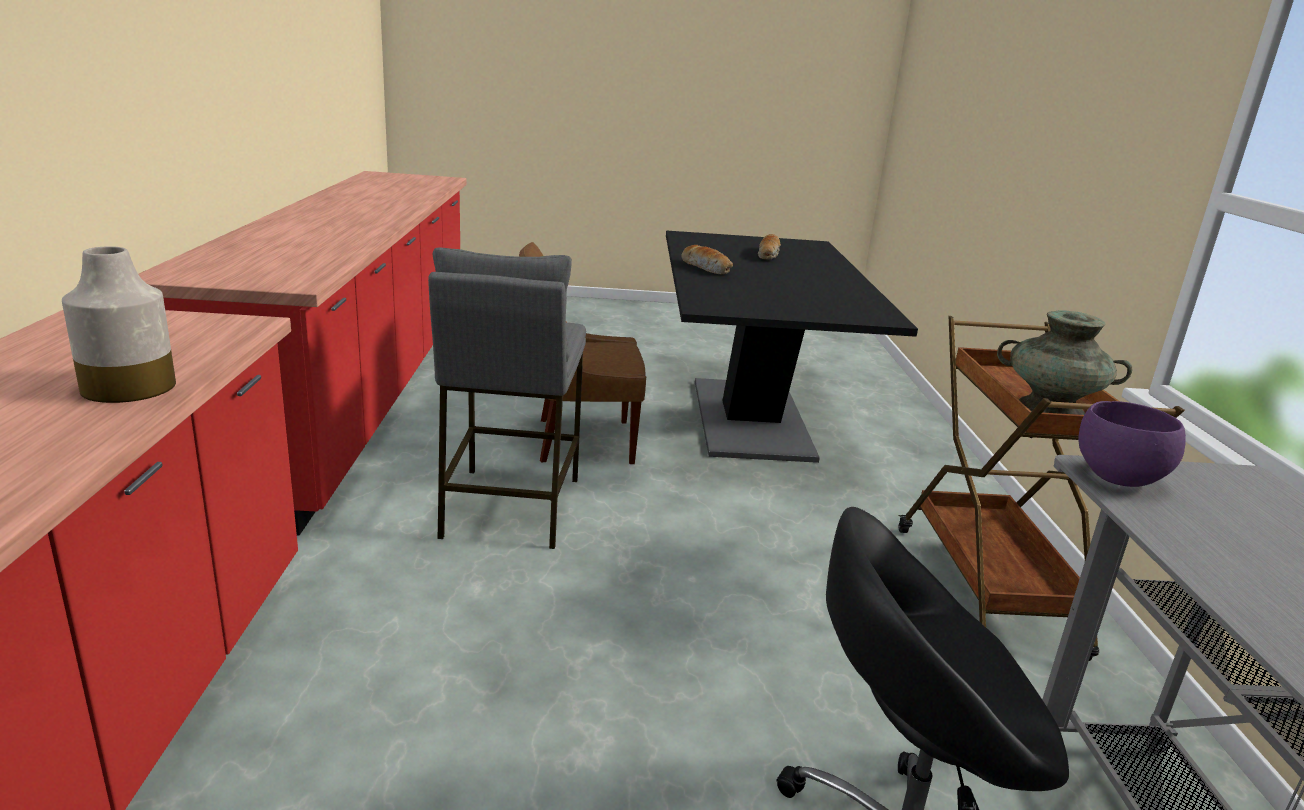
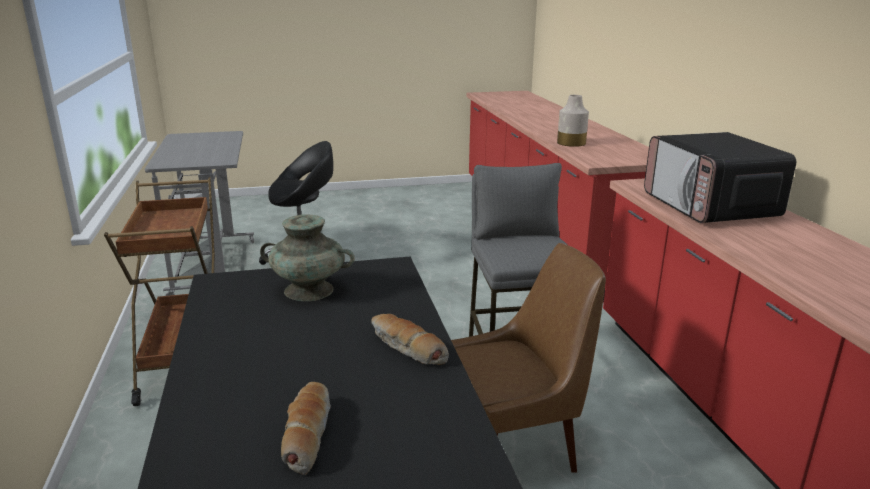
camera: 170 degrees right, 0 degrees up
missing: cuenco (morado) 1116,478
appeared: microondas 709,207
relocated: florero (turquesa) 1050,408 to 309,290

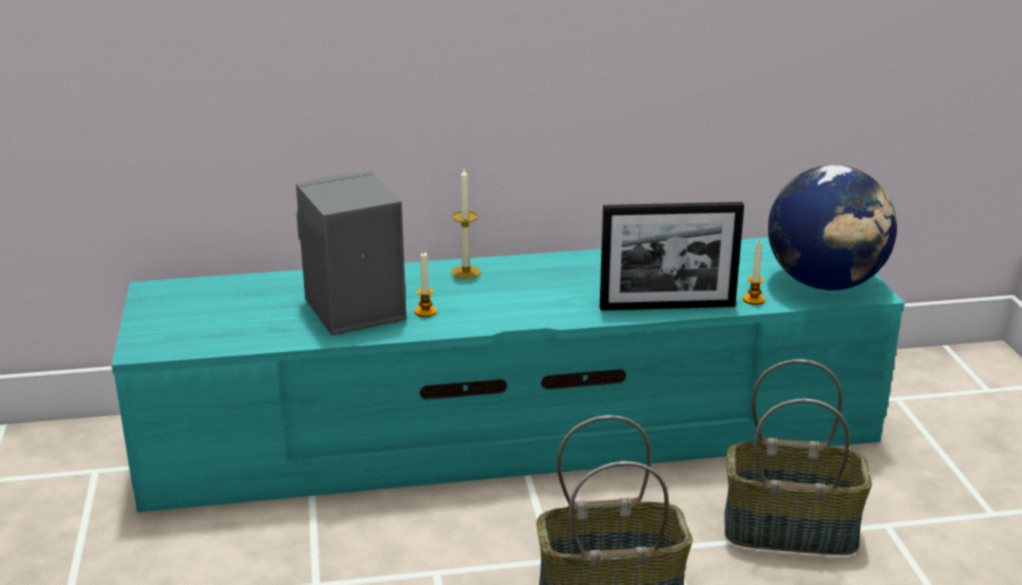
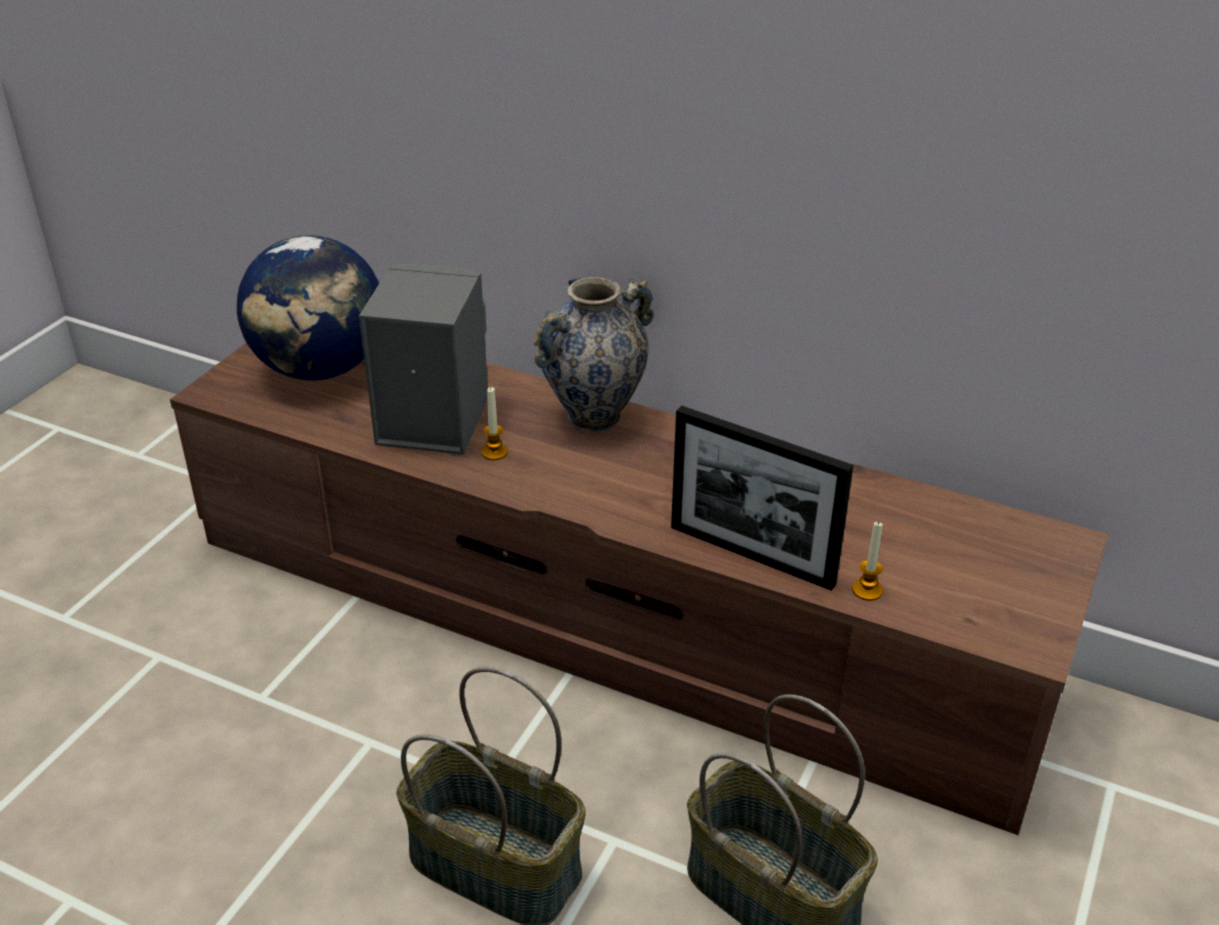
camera: 35 degrees right, 10 degrees up
relocated: globo terráqueo 825,284 to 320,369
exchanged: vela 465,272 to florero 593,417
colour: mueble de televisión (turquesa) 512,429 to mueble de televisión (marrón) 612,609

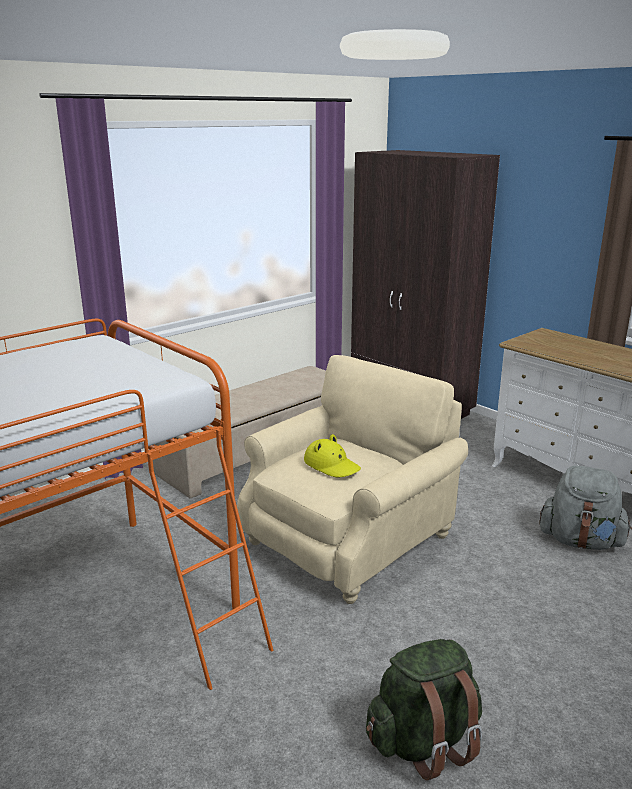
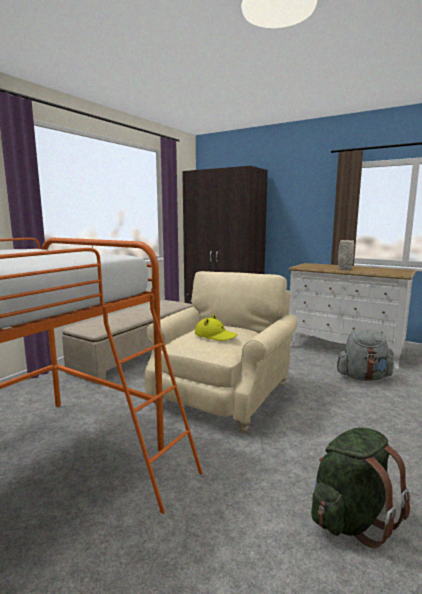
camera: 15 degrees left, 10 degrees down
appeared: florero (gris) 344,269

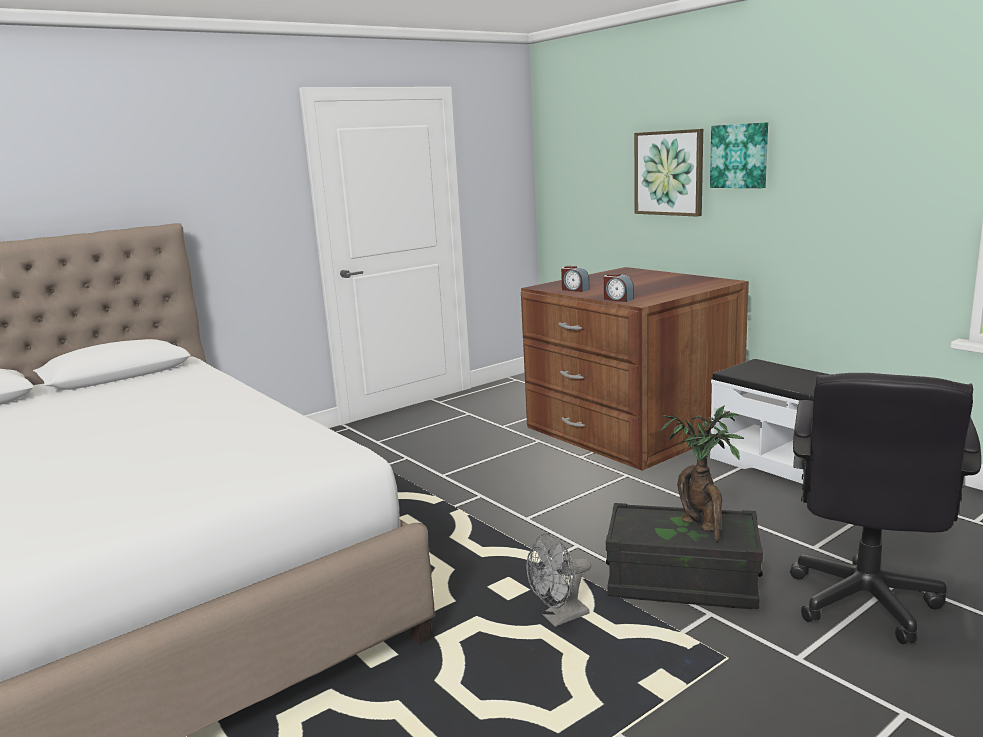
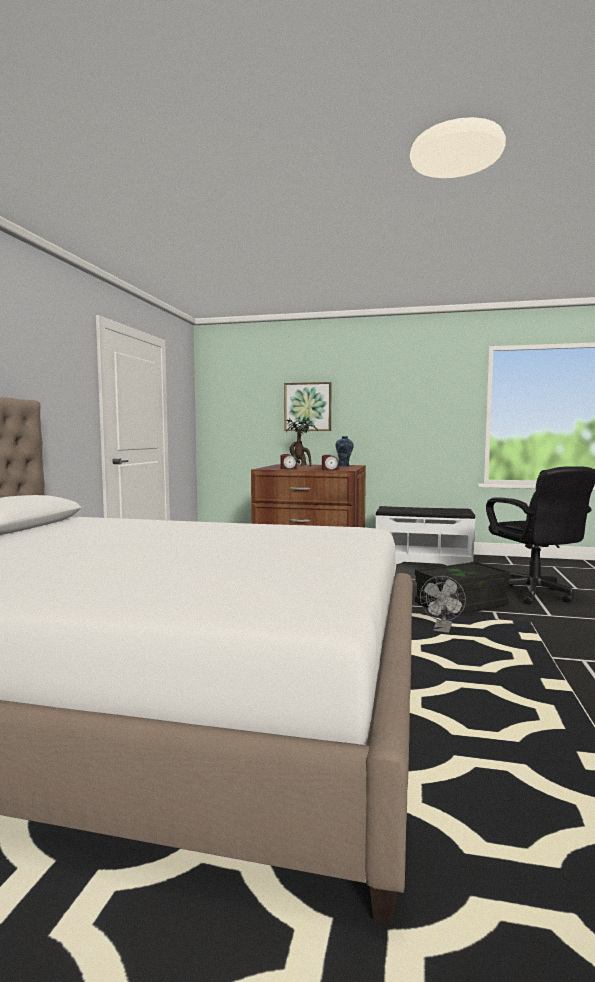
camera: 40 degrees left, 10 degrees down
missing: cuadro 740,156
appeared: florero 344,466
relocated: planta en maceta 702,527 to 300,465

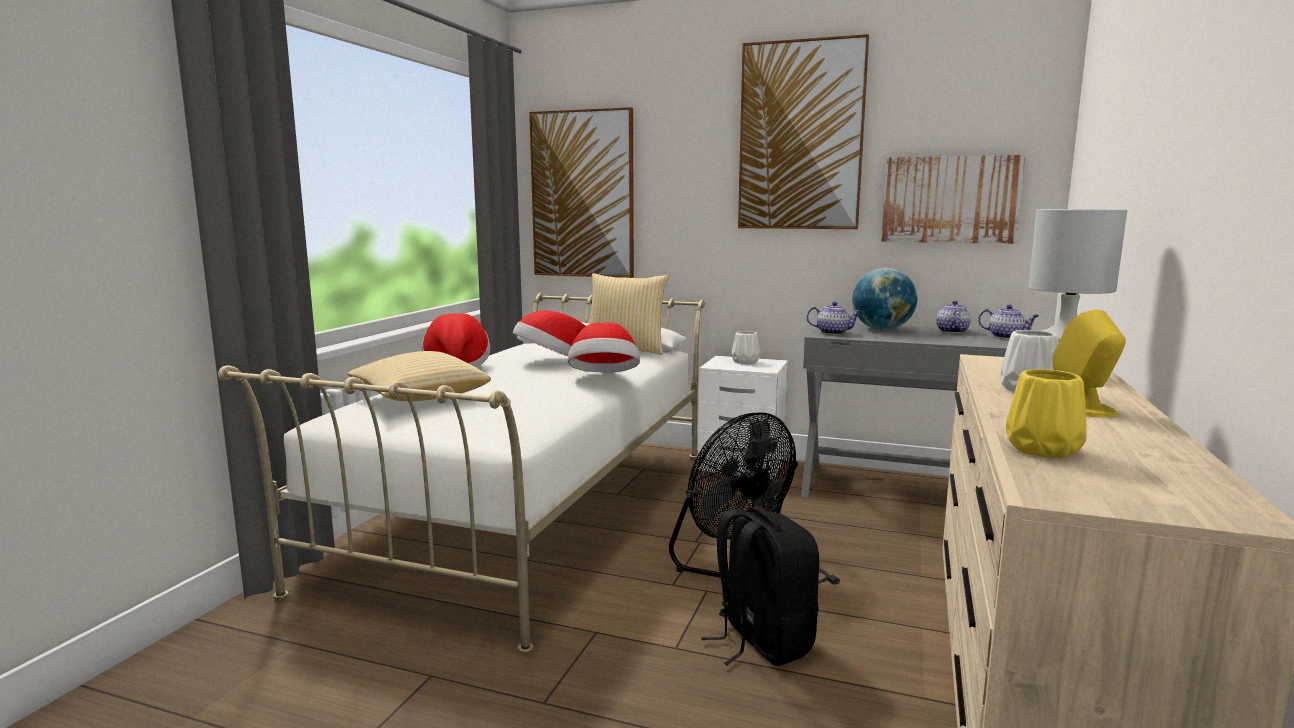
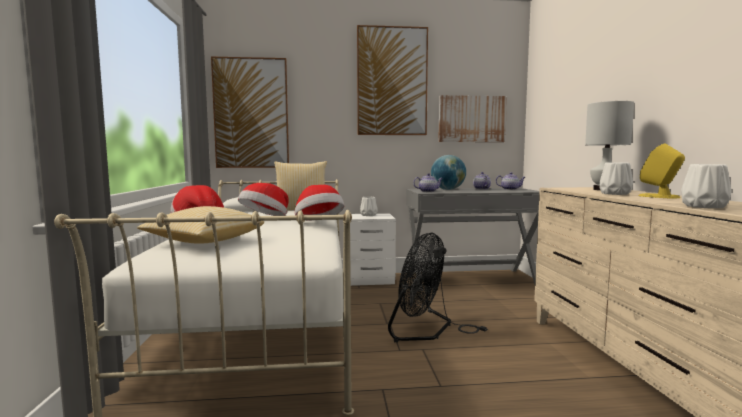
camera: 25 degrees left, 5 degrees down
missing: mochila (negro) 761,641
colour: florero (amarillo) 1043,449 to florero (blanco) 705,206

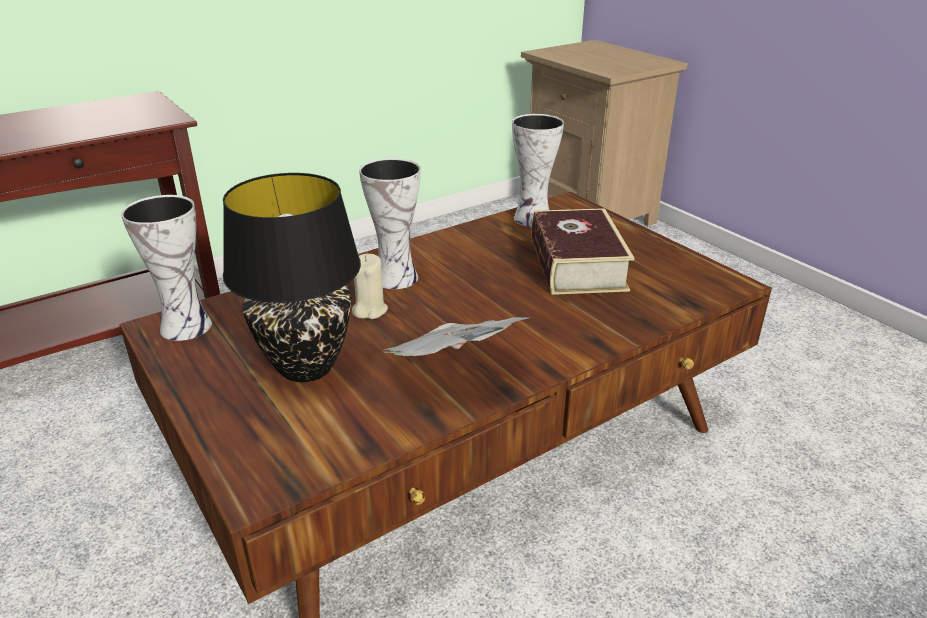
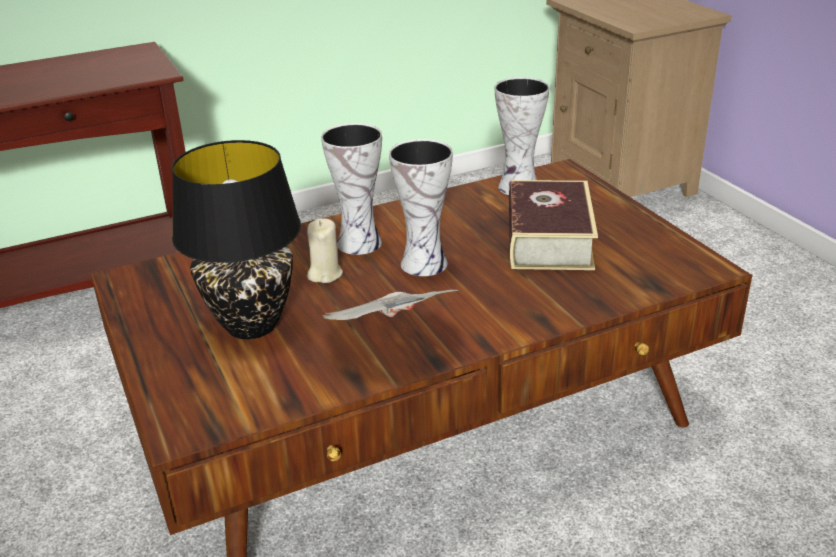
camera: 10 degrees right, 0 degrees up
relocated: florero 186,325 to 424,262

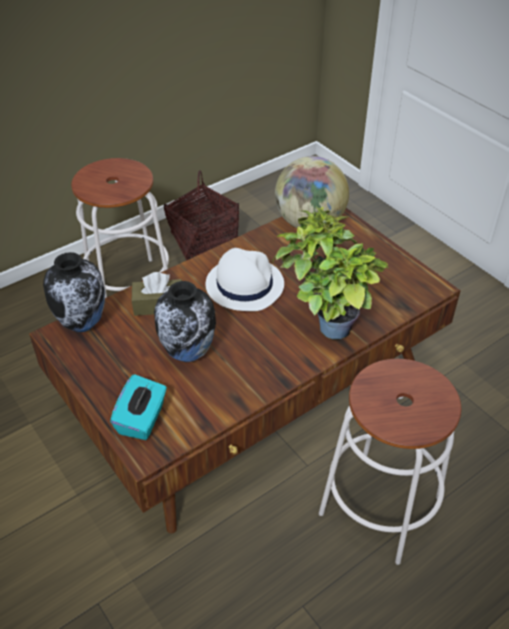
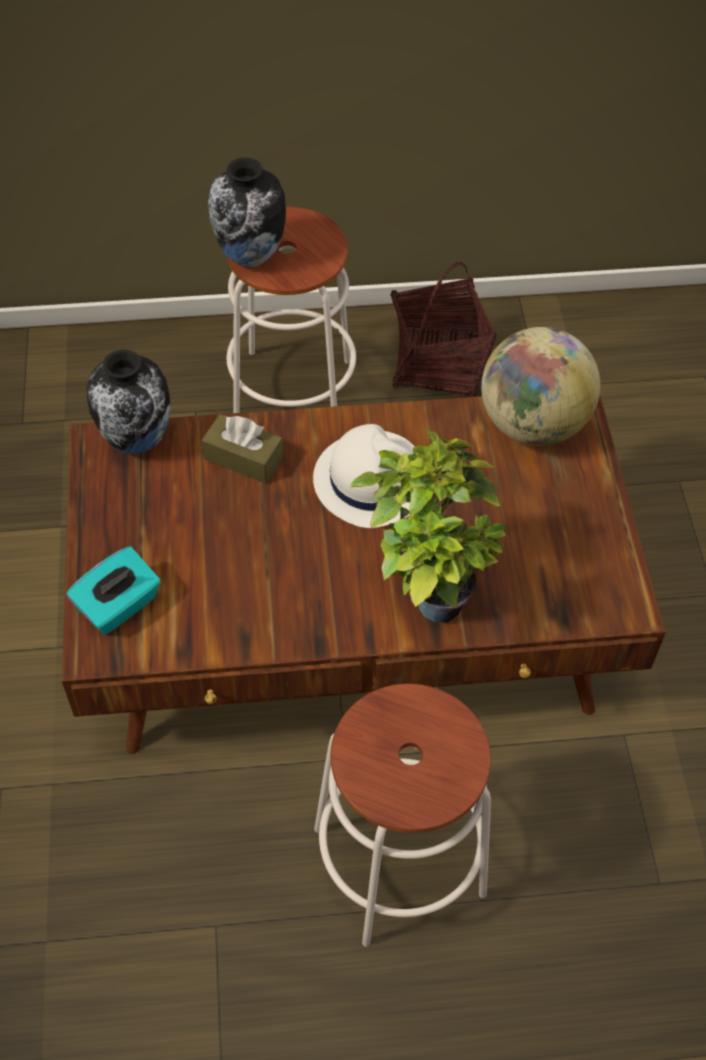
camera: 30 degrees right, 10 degrees up
relocated: florero 189,354 to 251,257

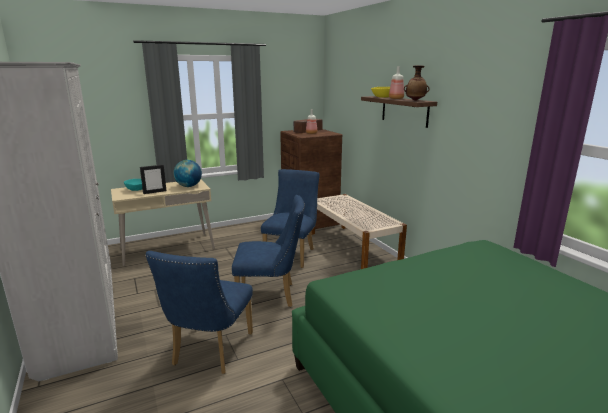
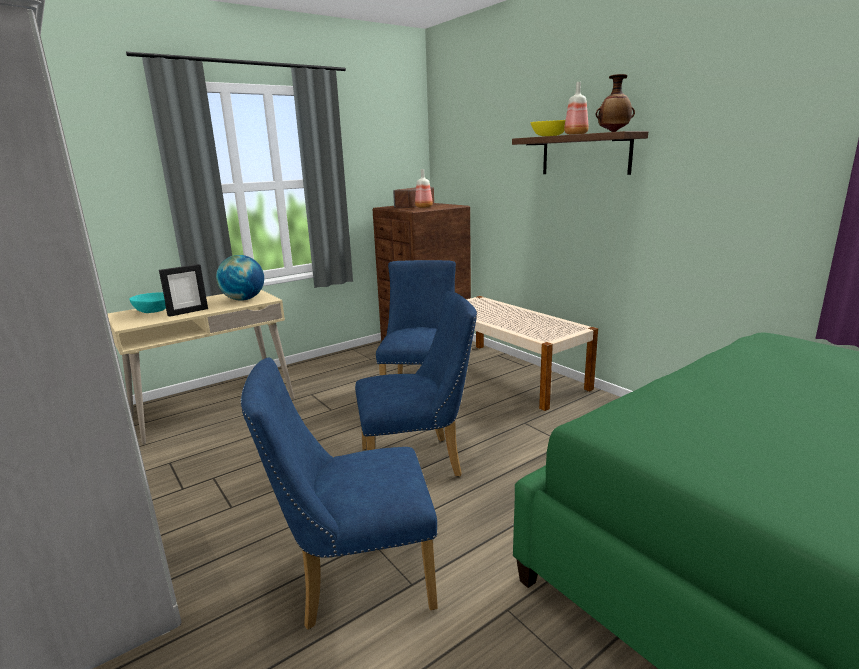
camera: 10 degrees left, 0 degrees up
spun: silla (azul) 209,352 = 354,579 75 degrees clockwise

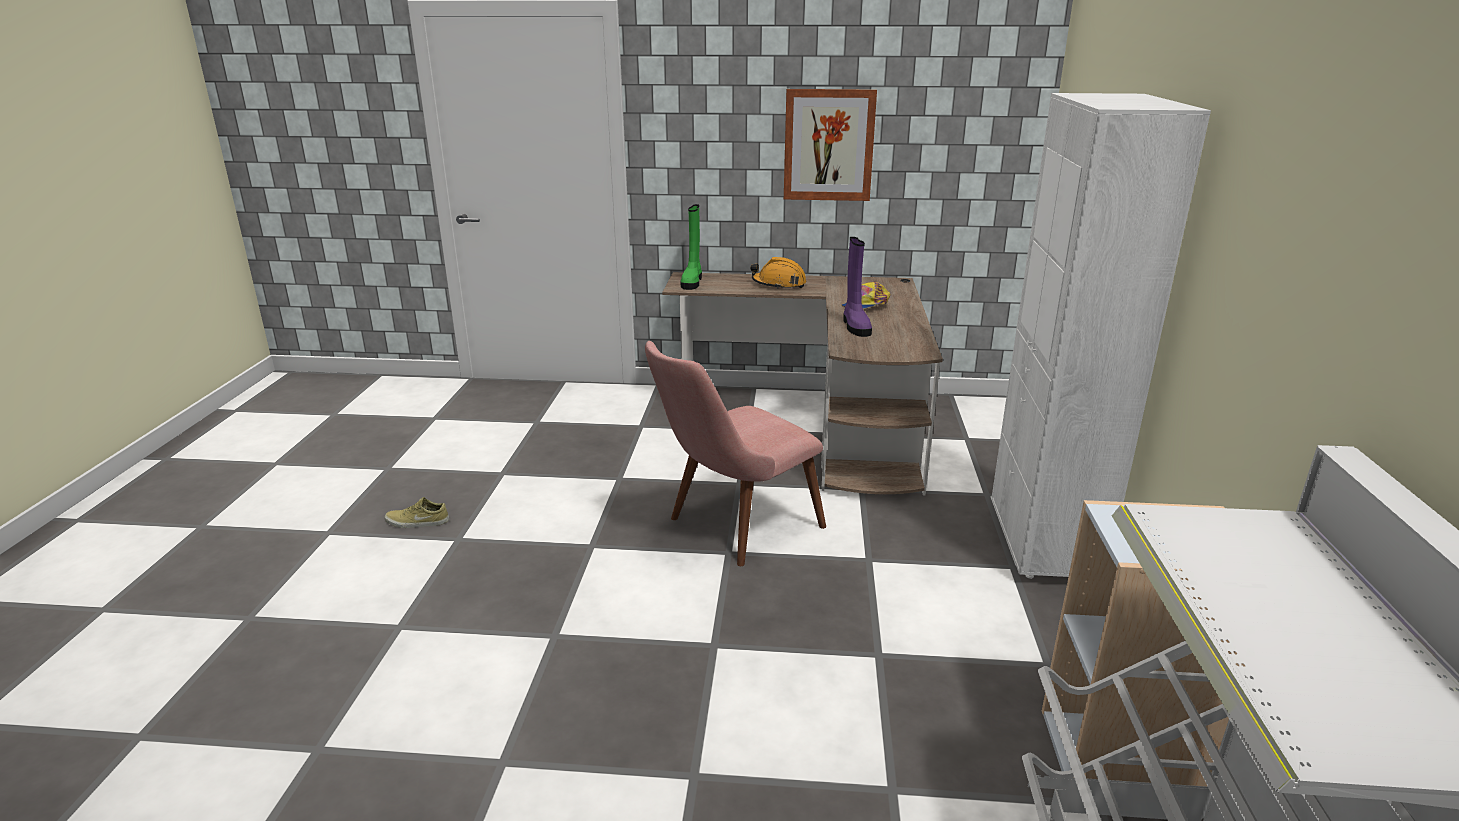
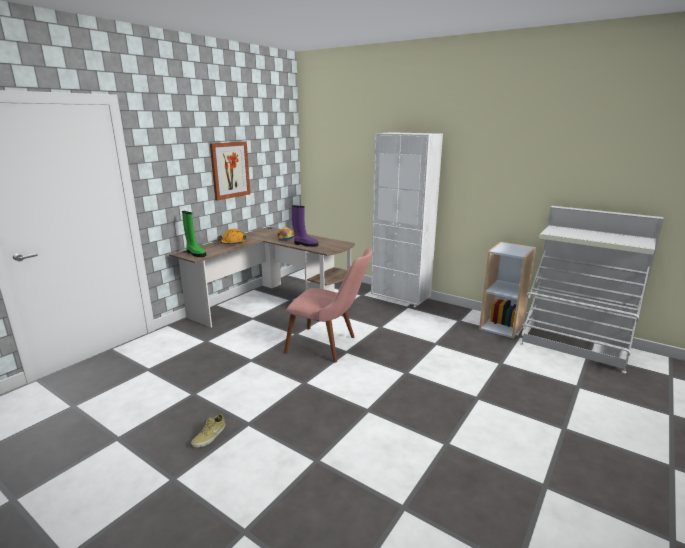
camera: 60 degrees left, 5 degrees down
spun: silla (rosa) 732,529 = 330,345 60 degrees counterclockwise

